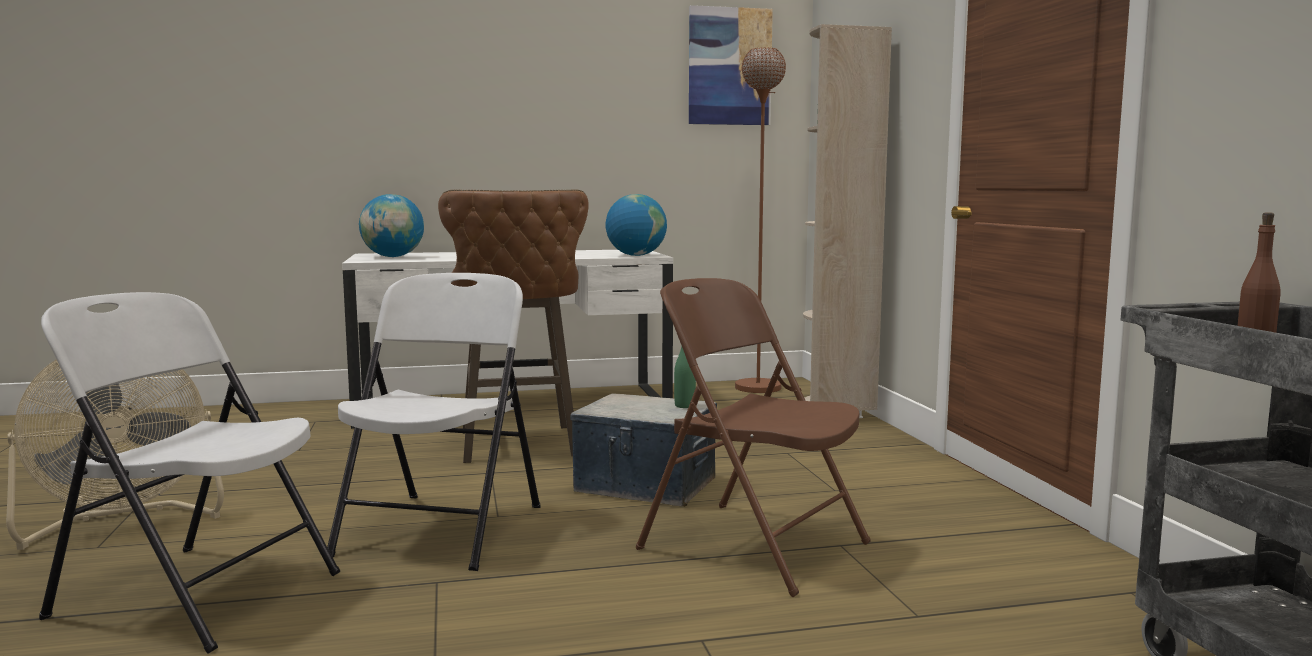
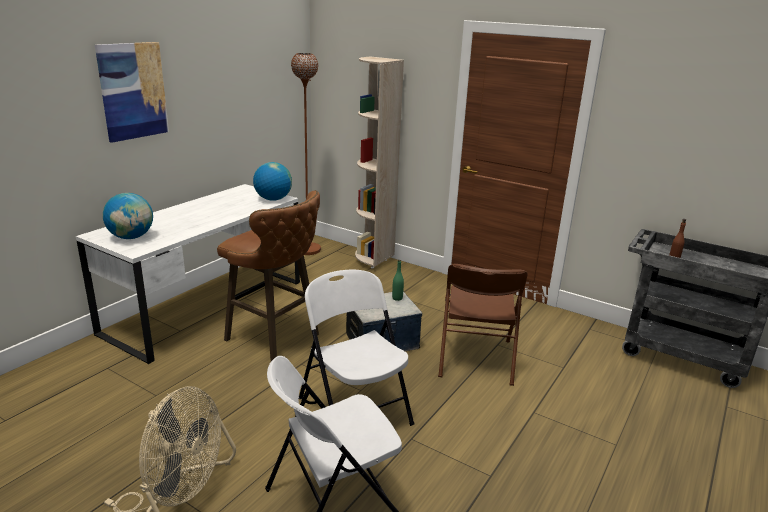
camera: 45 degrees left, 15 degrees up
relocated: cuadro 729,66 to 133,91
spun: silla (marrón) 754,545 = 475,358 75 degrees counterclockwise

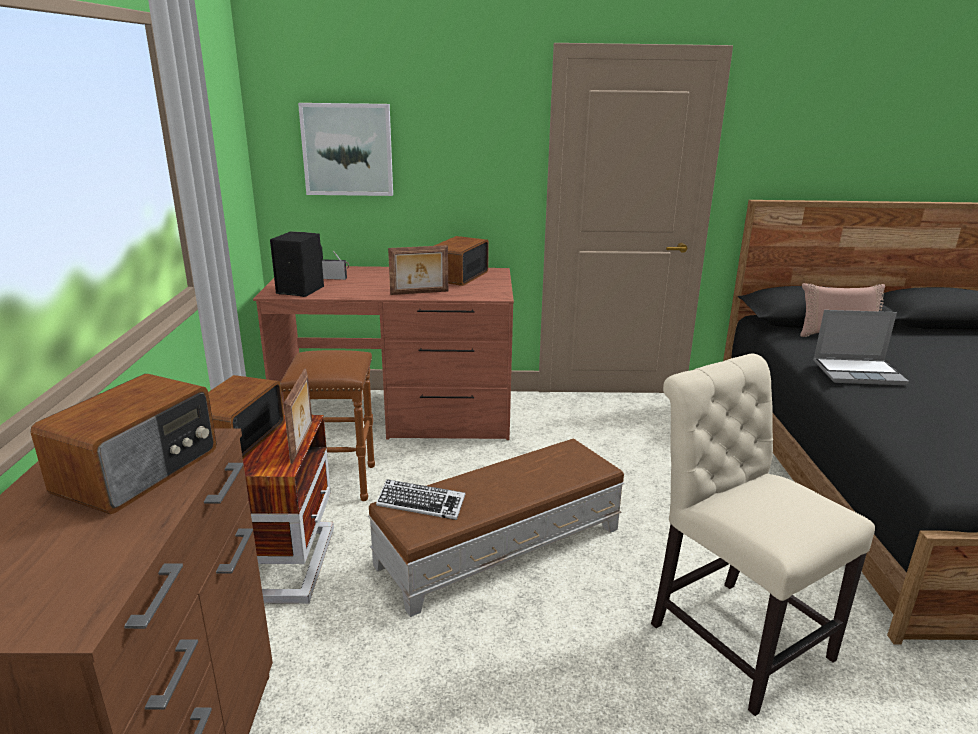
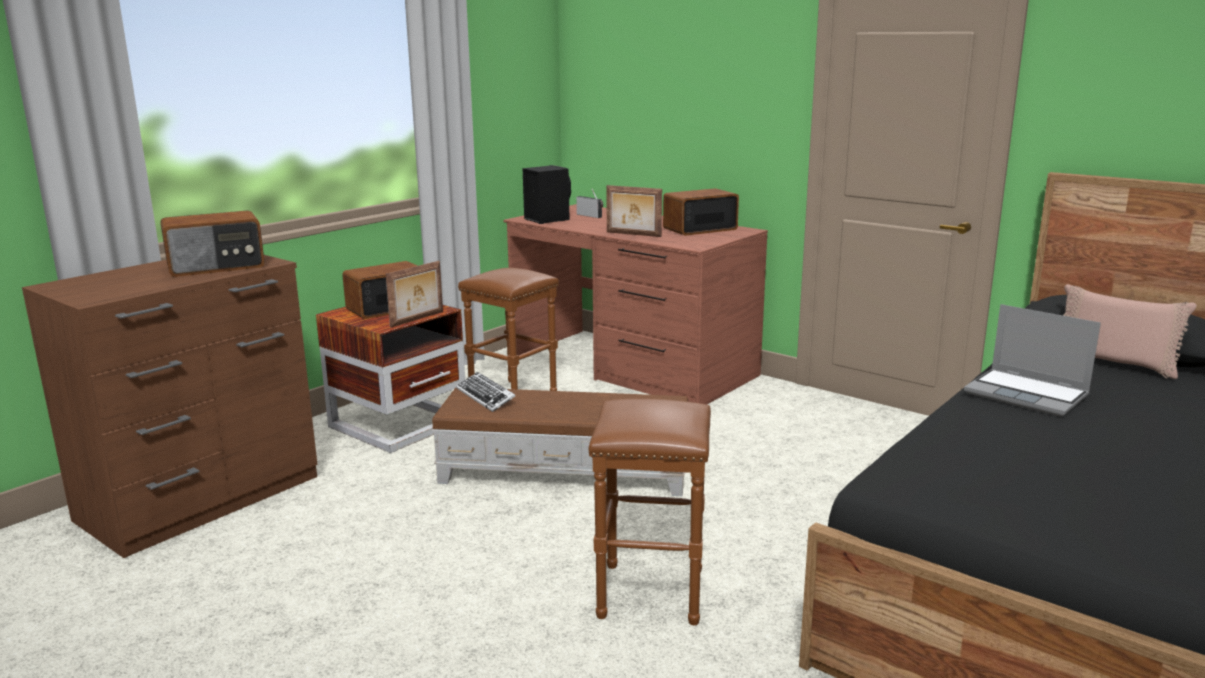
camera: 40 degrees right, 5 degrees down
missing: cuadro 347,149
exchanged: silla (beis) 731,634 to taburete (marrón) 653,591

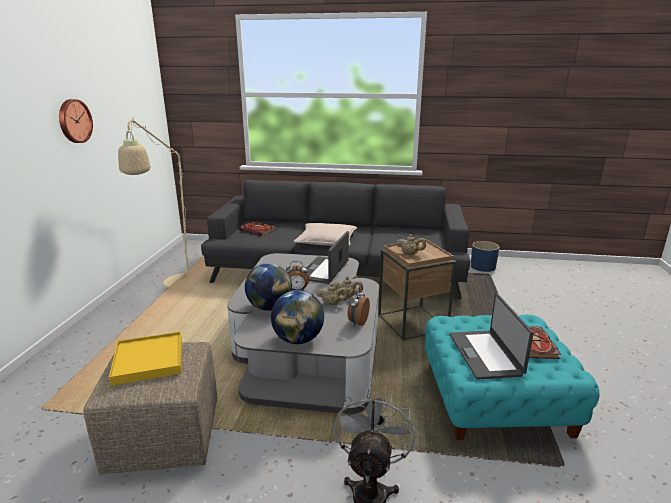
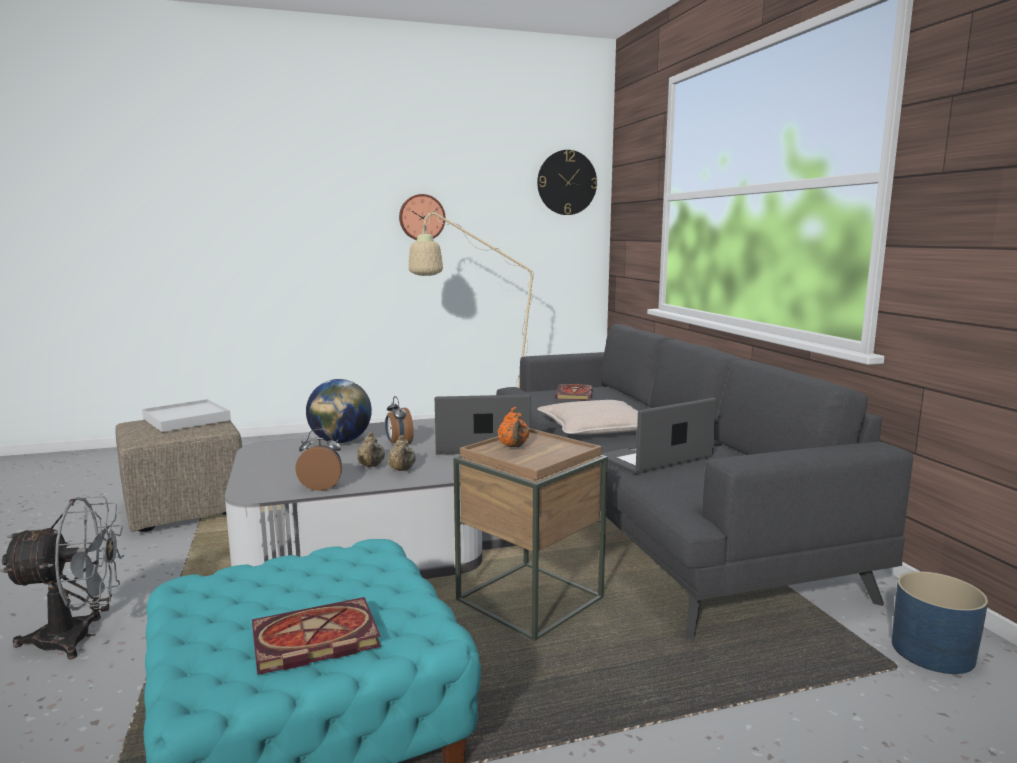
camera: 65 degrees right, 10 degrees down
missing: globo terráqueo 298,339
appeared: reloj de pared 566,182
relocated: portátil 486,354 to 656,459
colour: tetera (beis) 410,253 to tetera (naranja) 513,446; bandeja (amarillo) 148,360 to bandeja (blanco) 186,419

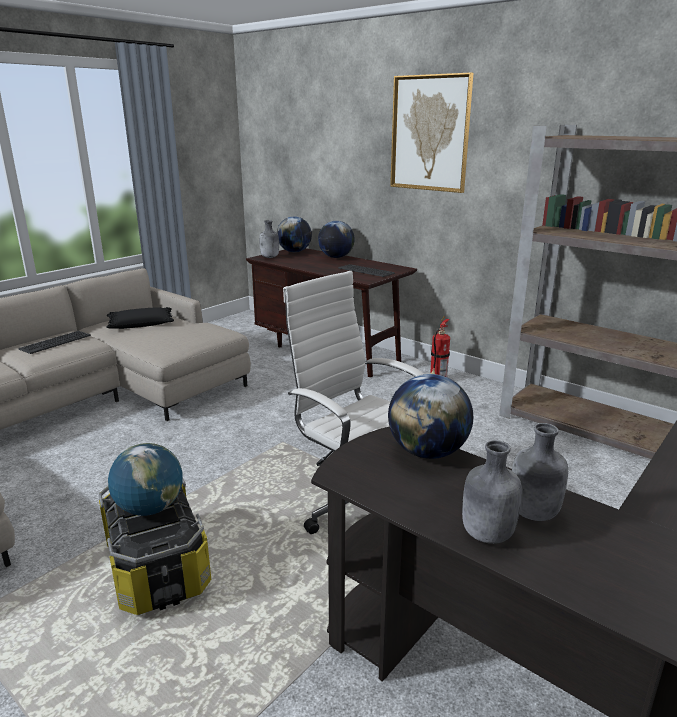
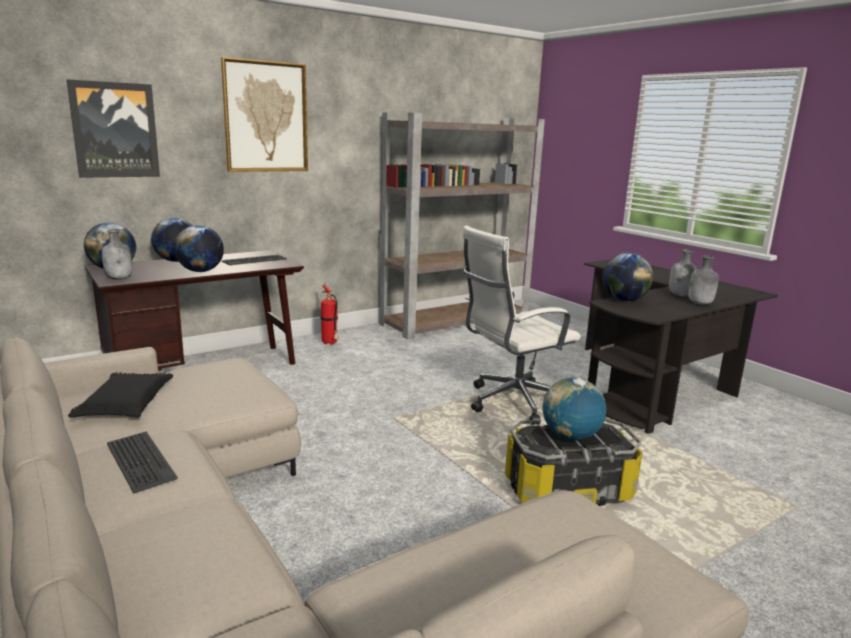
camera: 75 degrees left, 5 degrees down
appeared: cuadro 115,130; globo terráqueo 201,271

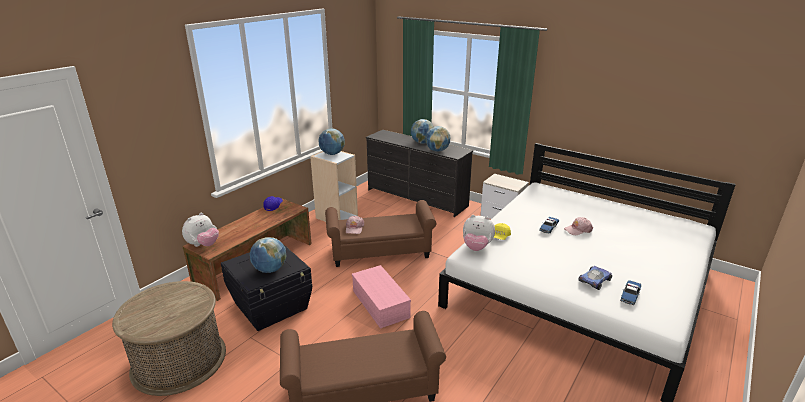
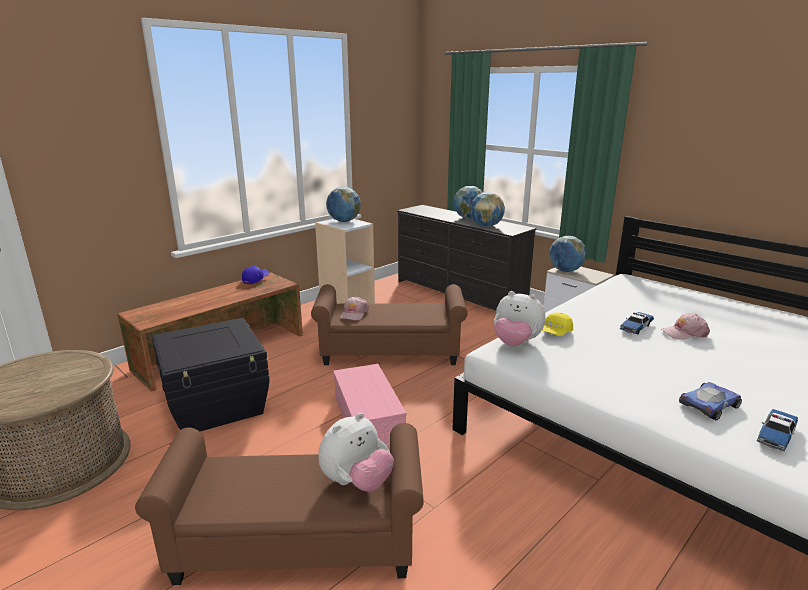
camera: 10 degrees right, 5 degrees down
relocated: peluche 203,245 to 356,482; globo terráqueo 270,269 to 565,271

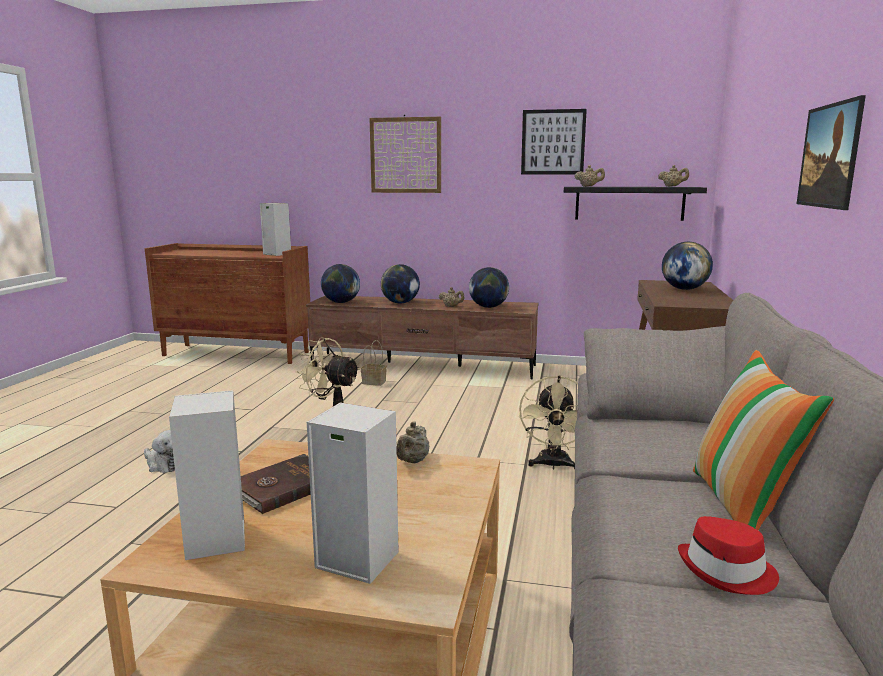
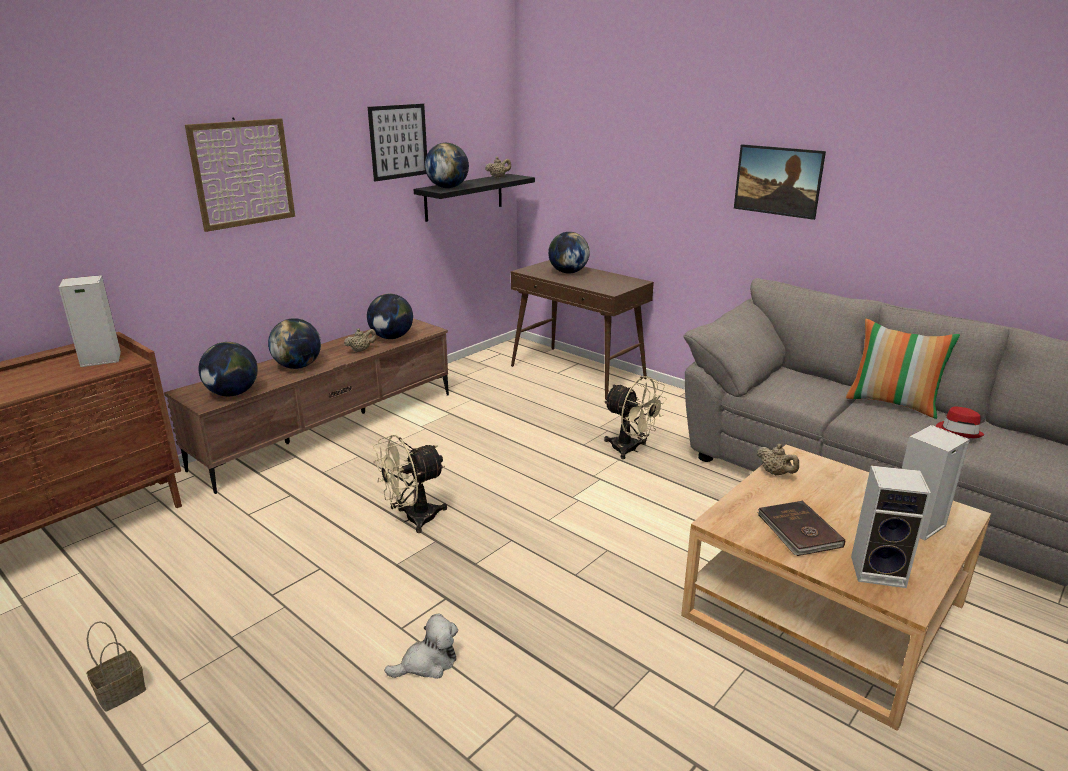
camera: 60 degrees left, 10 degrees up
relocated: cesta 373,382 to 119,693
exchanged: tetera (beis) 588,186 to globo terráqueo 447,187

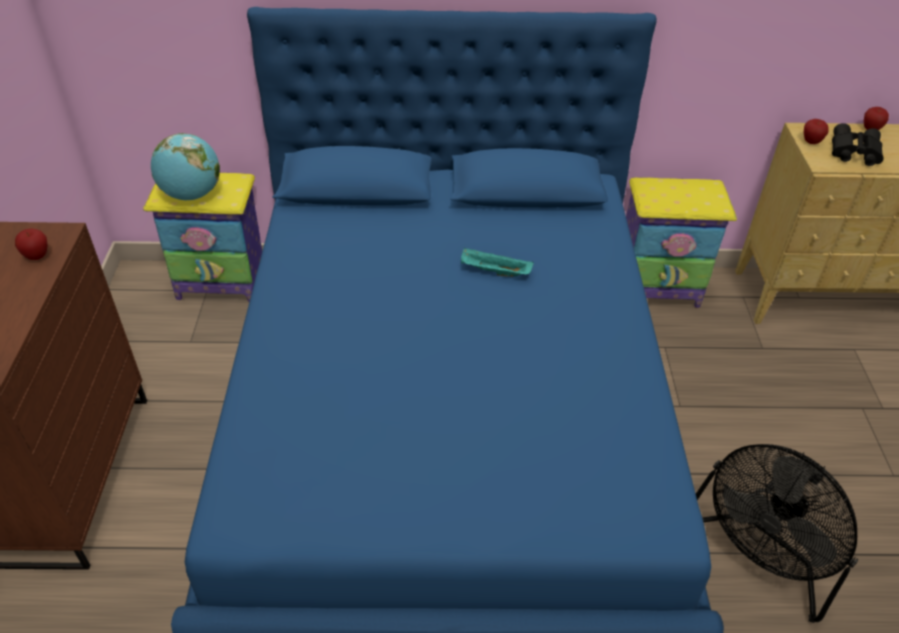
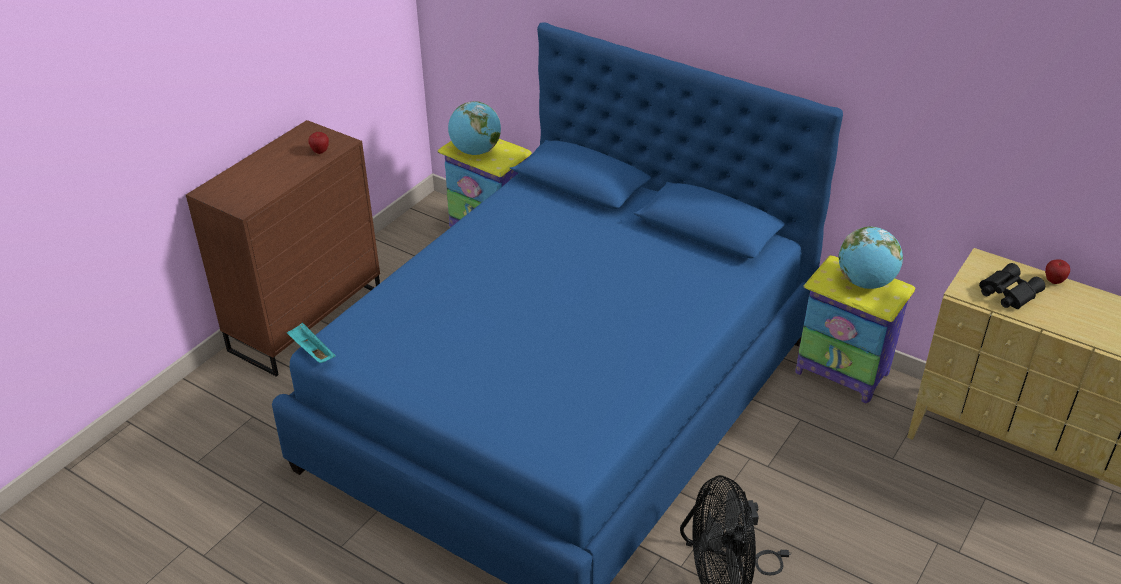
camera: 35 degrees right, 5 degrees down
missing: manzana 811,142
appeared: globo terráqueo 865,283
relocated: bandeja (turquesa) 494,272 to 311,352

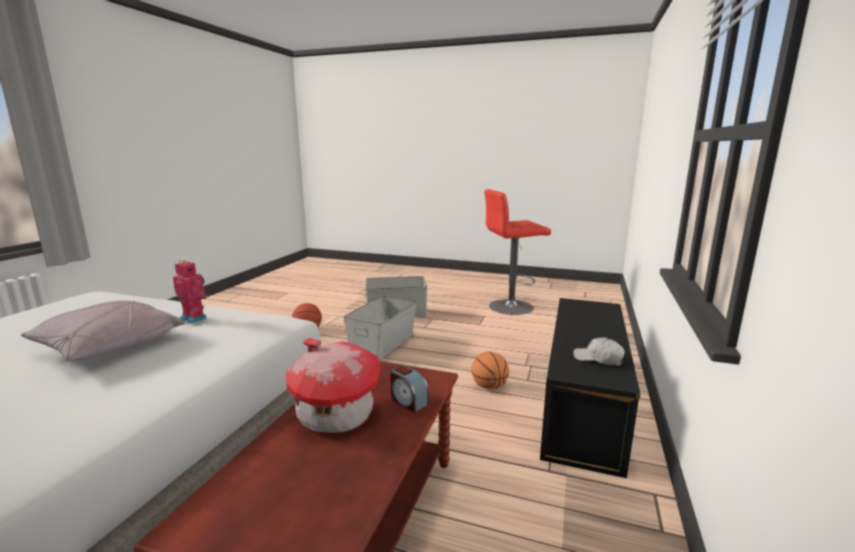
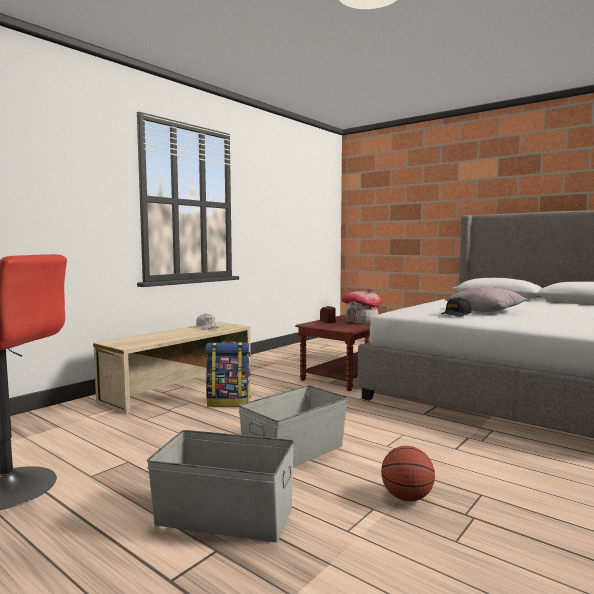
camera: 160 degrees left, 10 degrees down
exchanged: robot de juguete 195,318 to gorra (negro) 456,314; balón de baloncesto 489,387 to mochila 229,402
colour: banco (negro) 584,403 to banco (beis) 180,387

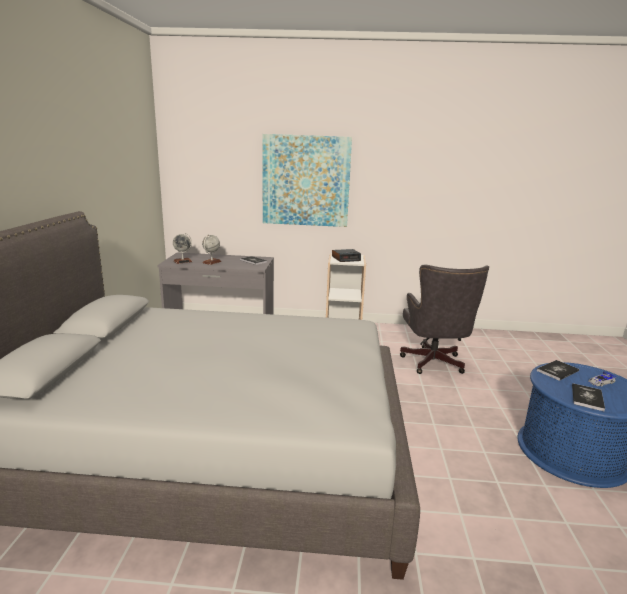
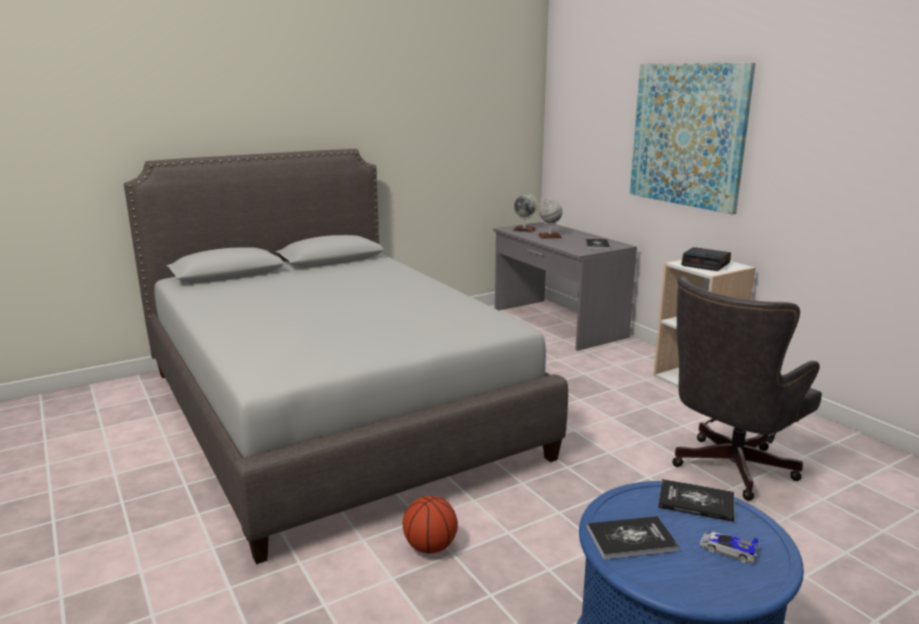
camera: 55 degrees right, 0 degrees up
appeared: balón de baloncesto 430,547

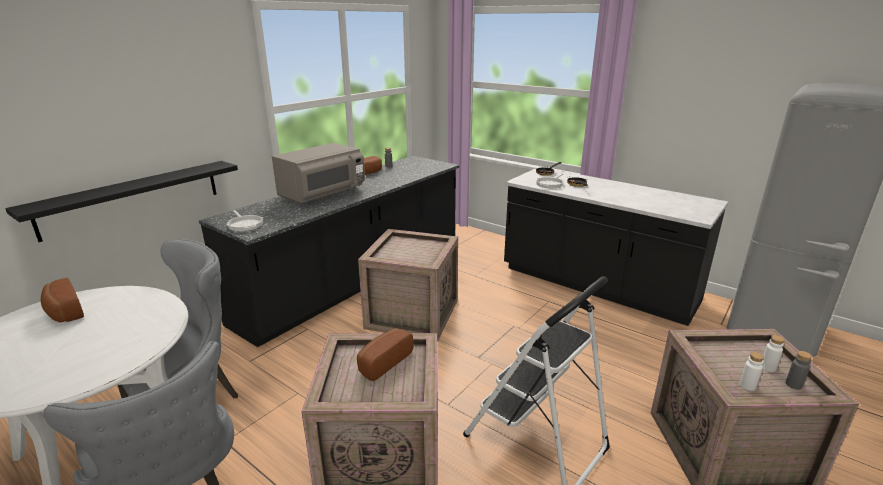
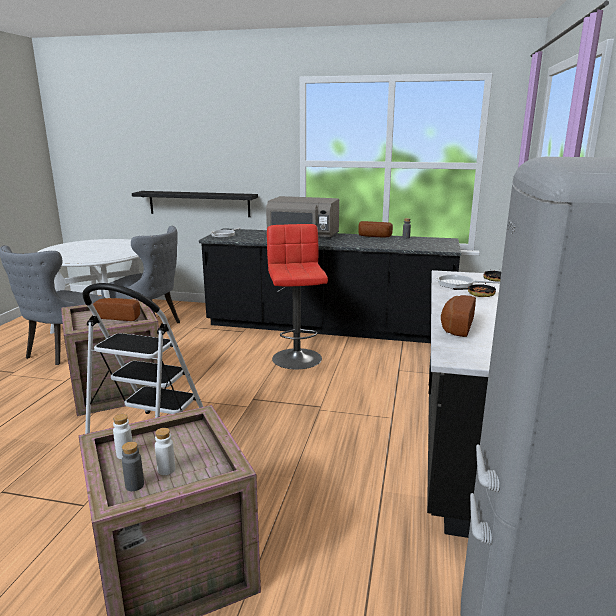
camera: 65 degrees right, 5 degrees down
relocated: pan 63,312 to 455,326
exchanged: caja de embalaje 411,313 to taburete (rojo) 297,358

